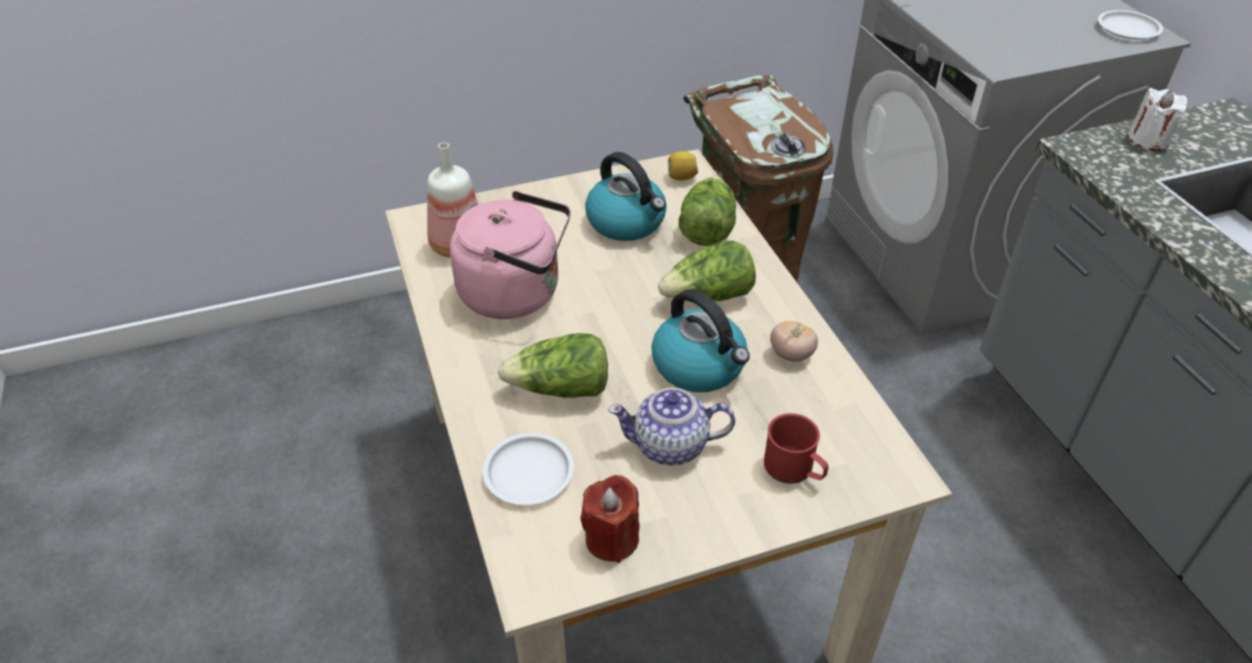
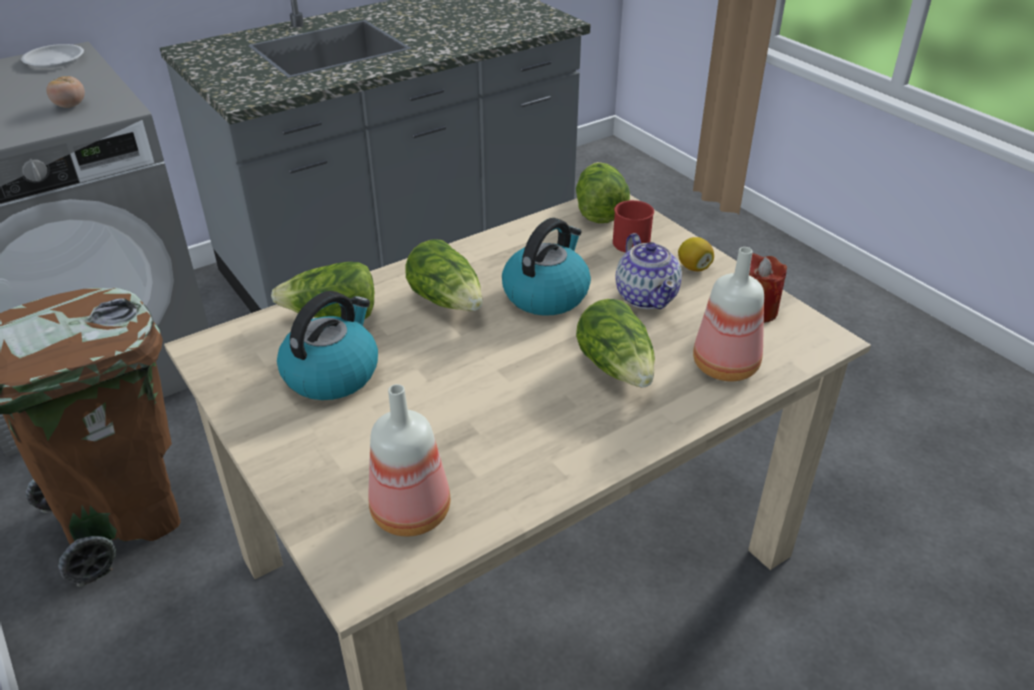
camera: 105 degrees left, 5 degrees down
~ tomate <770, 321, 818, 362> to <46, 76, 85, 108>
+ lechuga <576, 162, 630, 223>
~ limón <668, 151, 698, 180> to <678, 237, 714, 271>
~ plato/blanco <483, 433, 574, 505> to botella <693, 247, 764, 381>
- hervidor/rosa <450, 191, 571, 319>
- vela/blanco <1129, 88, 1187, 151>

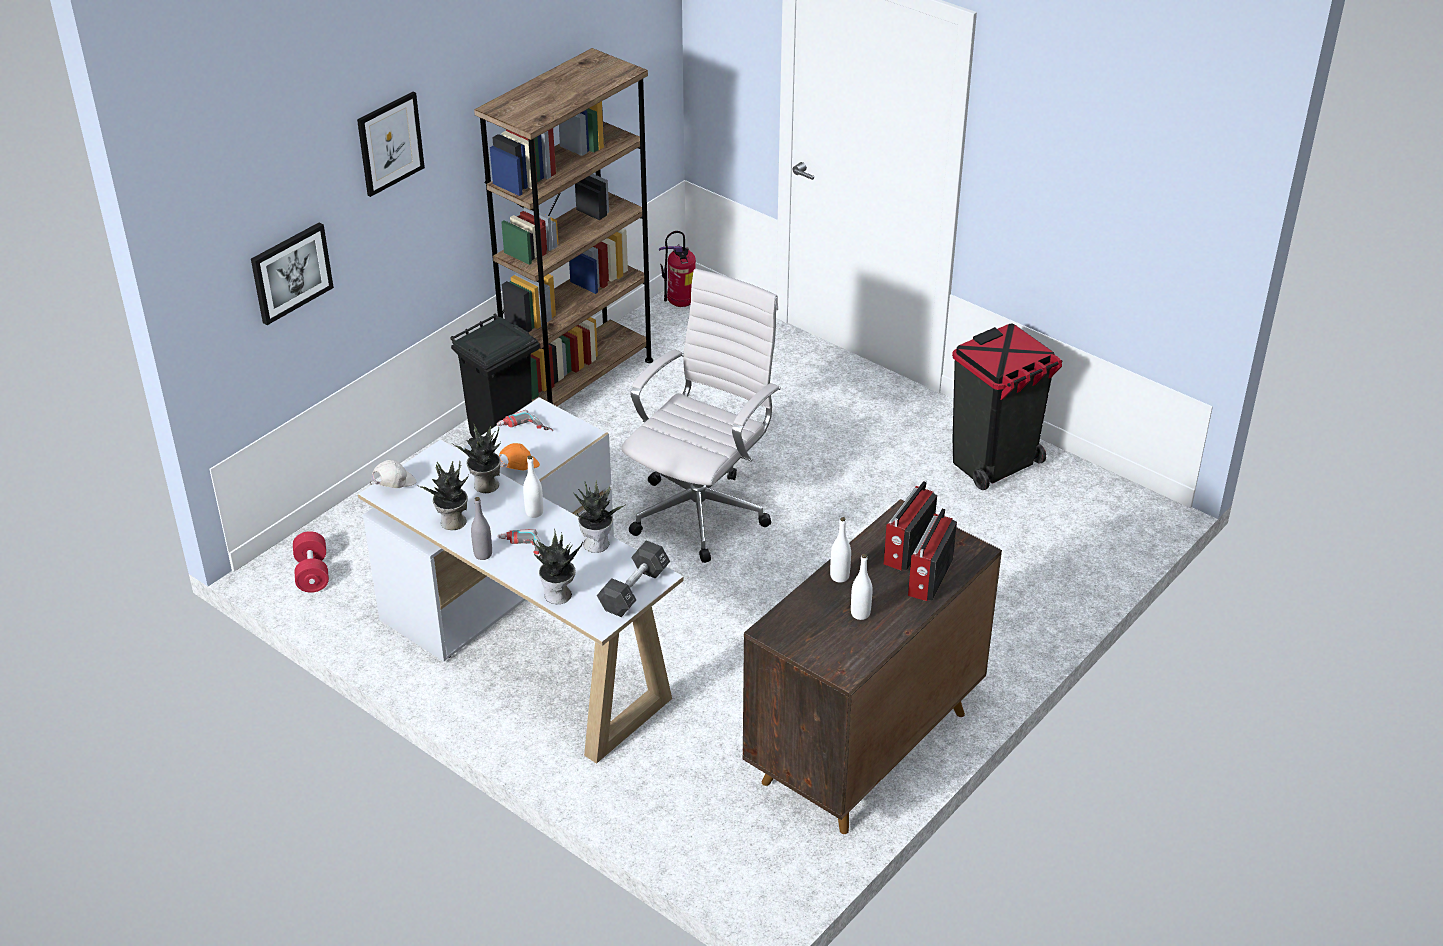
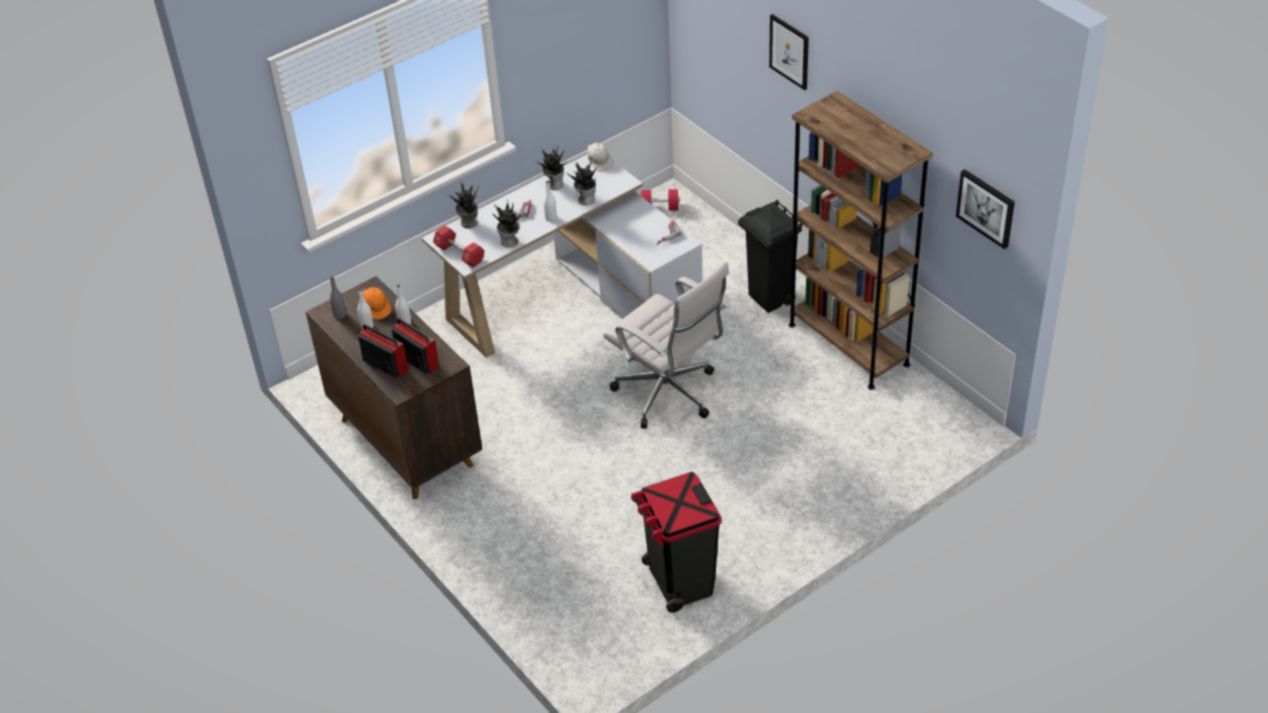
camera: 105 degrees right, 5 degrees up
~ botella/gris <471, 497, 492, 560> to <330, 276, 346, 319>
~ gorra/naranja <499, 443, 540, 470> to <362, 286, 392, 320>
~ mancuerna/negro <597, 540, 670, 617> to mancuerna/rojo <433, 225, 485, 268>
~ cuadro <251, 222, 334, 325> to <956, 169, 1015, 249>
- extintor <659, 231, 696, 307>

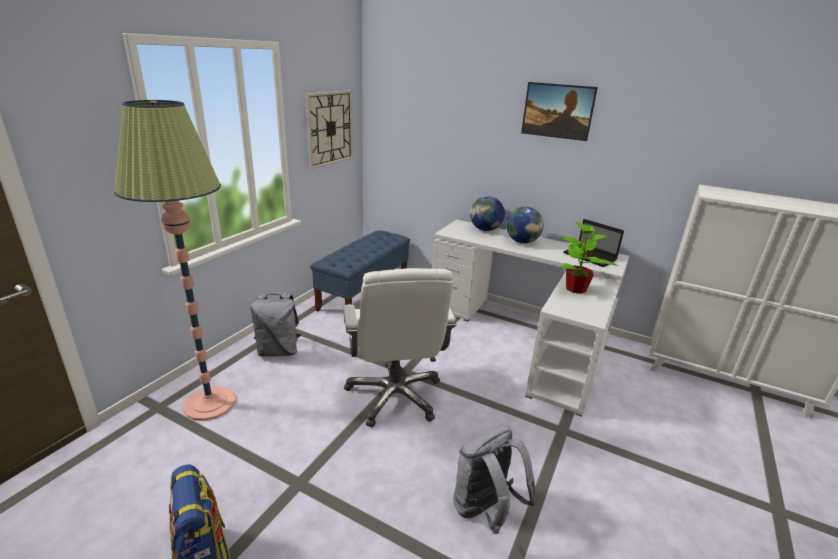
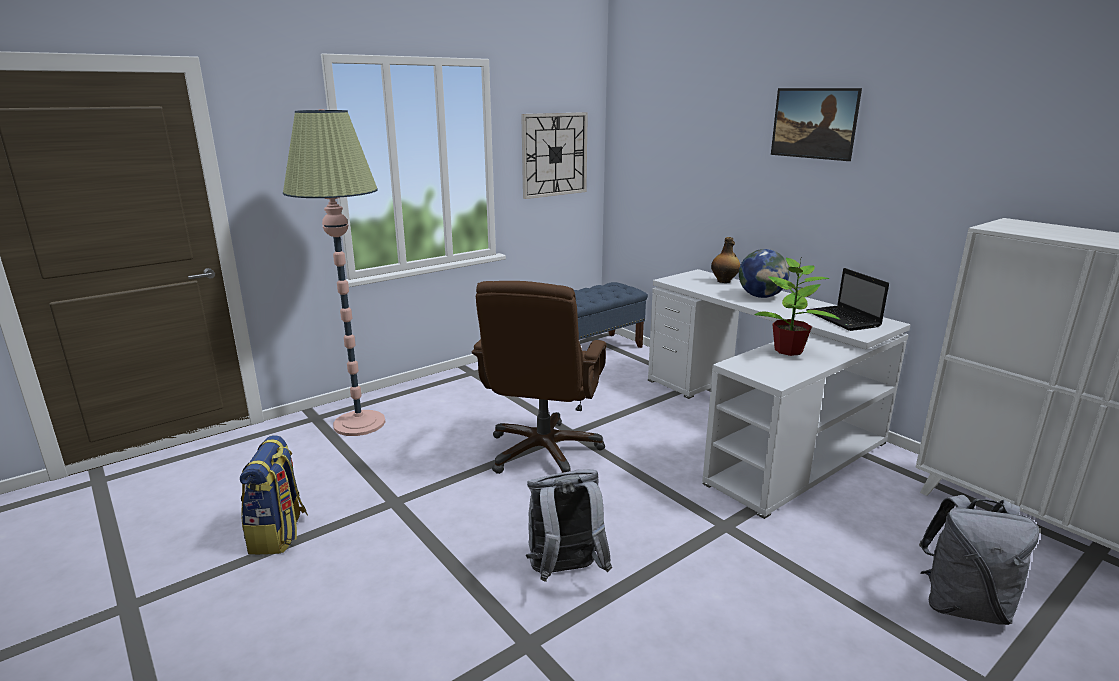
camera: 25 degrees right, 5 degrees down
~ silla de oficina/blanco <343, 268, 457, 427> to silla de oficina/marrón <472, 281, 607, 474>
~ globo terráqueo <470, 196, 505, 231> to botella <711, 237, 740, 283>
~ mochila/gris <250, 293, 301, 357> to <919, 495, 1039, 625>

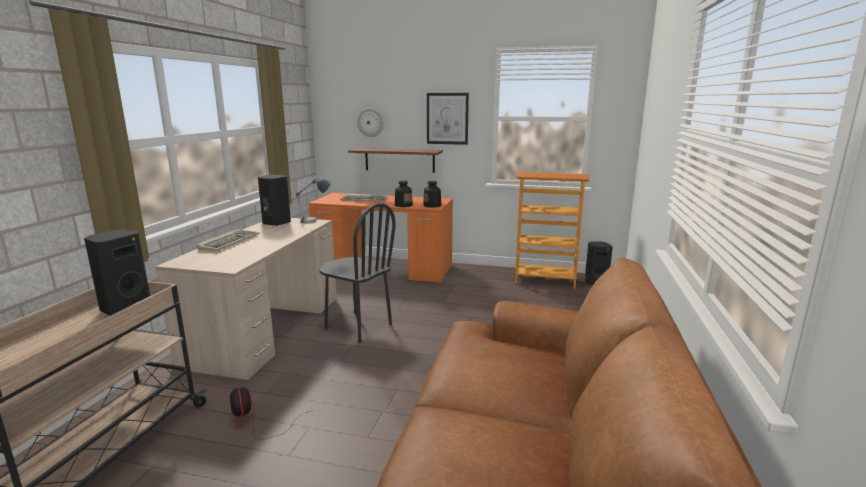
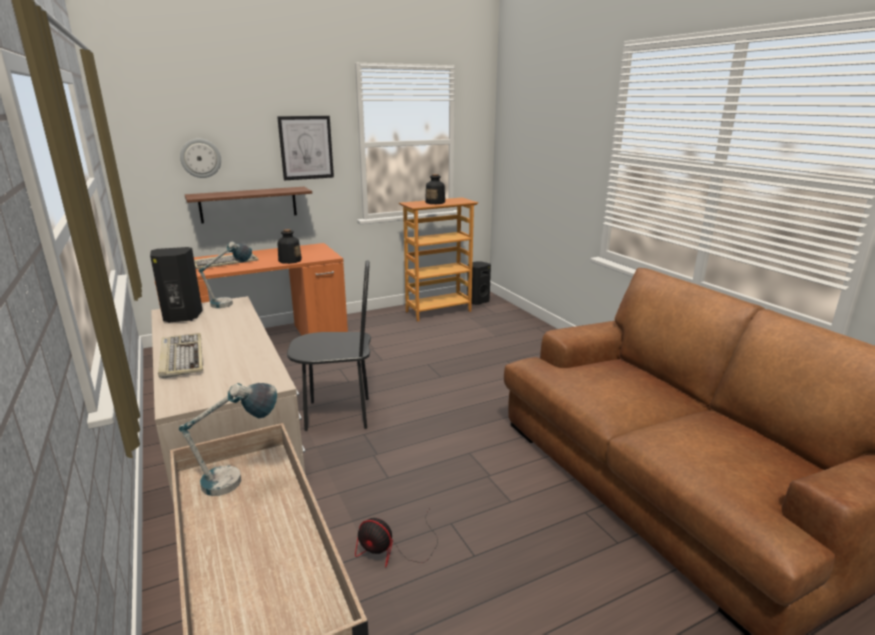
camera: 40 degrees left, 5 degrees up
~ altavoz/negro <84, 230, 150, 316> to lámpara de mesa <179, 383, 277, 496>
~ botella <423, 180, 441, 208> to <425, 174, 445, 204>

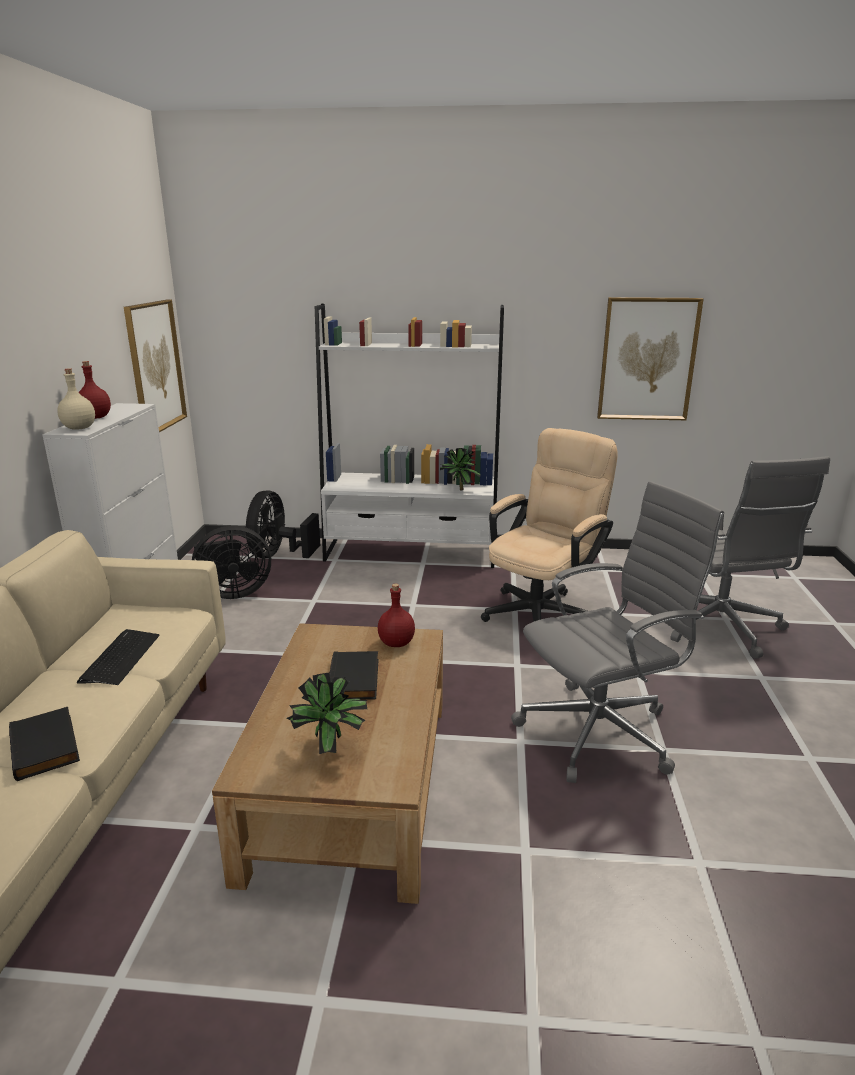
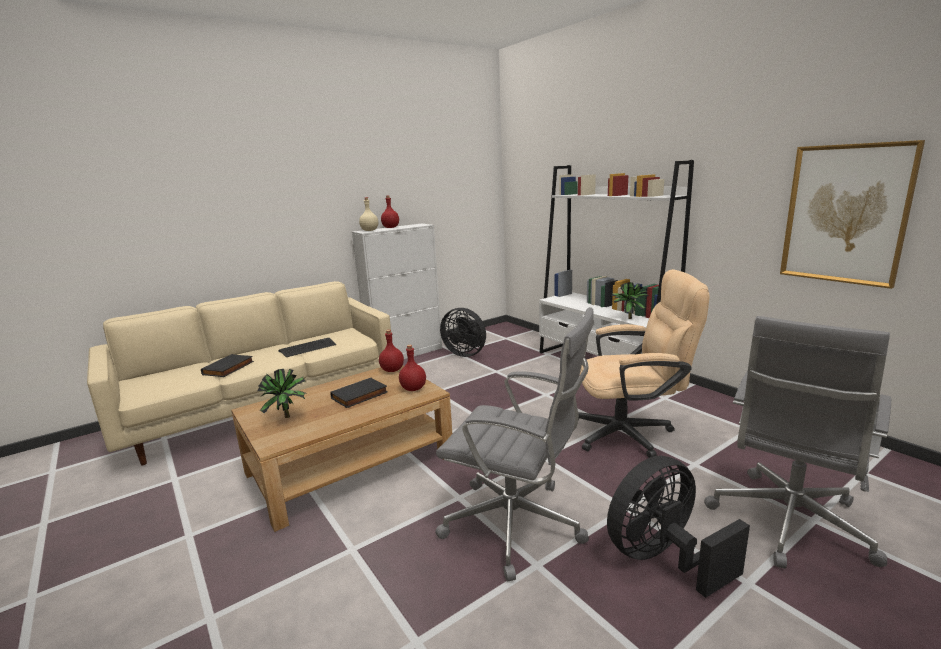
camera: 50 degrees right, 5 degrees down
+ botella/rojo <379, 330, 404, 372>
~ ventilador/negro <246, 490, 320, 558> to <607, 455, 750, 598>
- cuadro <124, 300, 187, 432>

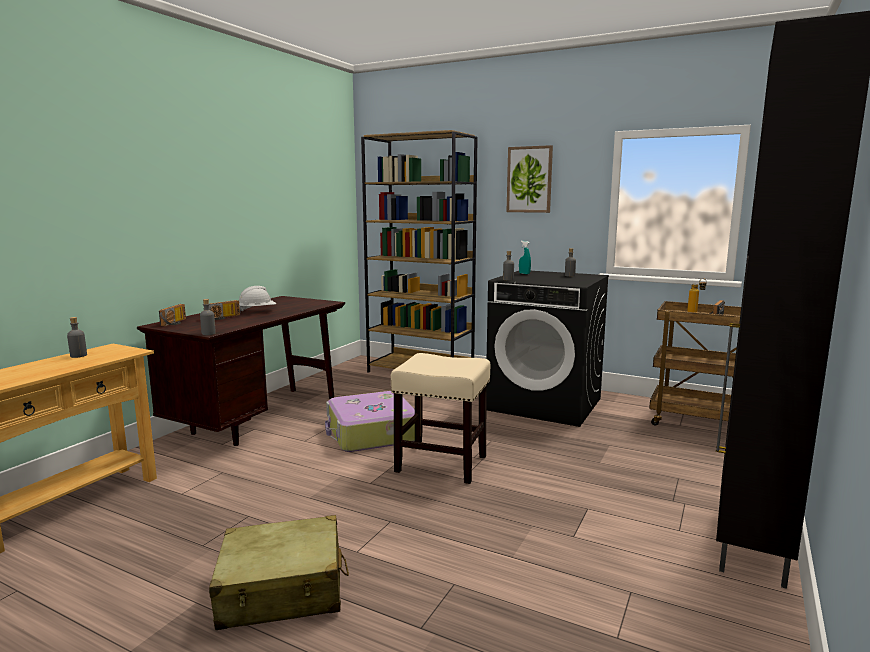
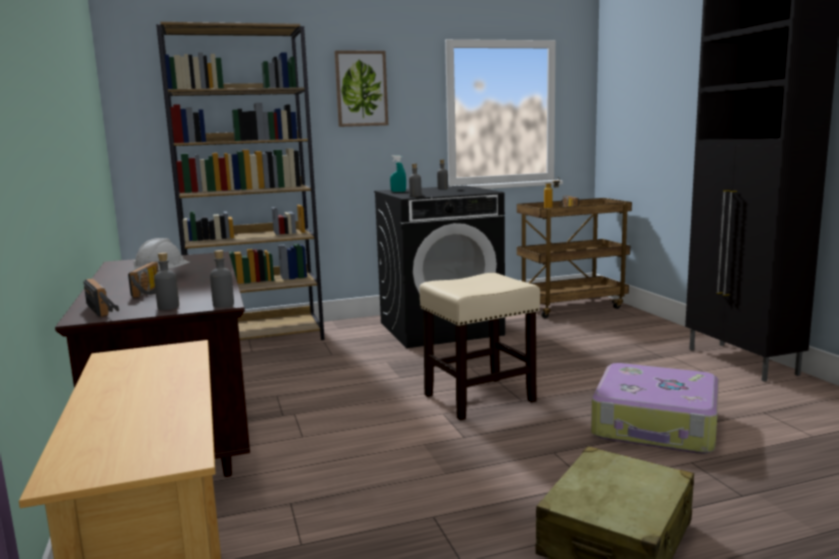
camera: 45 degrees left, 0 degrees up
~ botella/gris <67, 317, 87, 358> to <154, 252, 179, 310>
~ maleta <325, 391, 415, 452> to <591, 363, 719, 454>

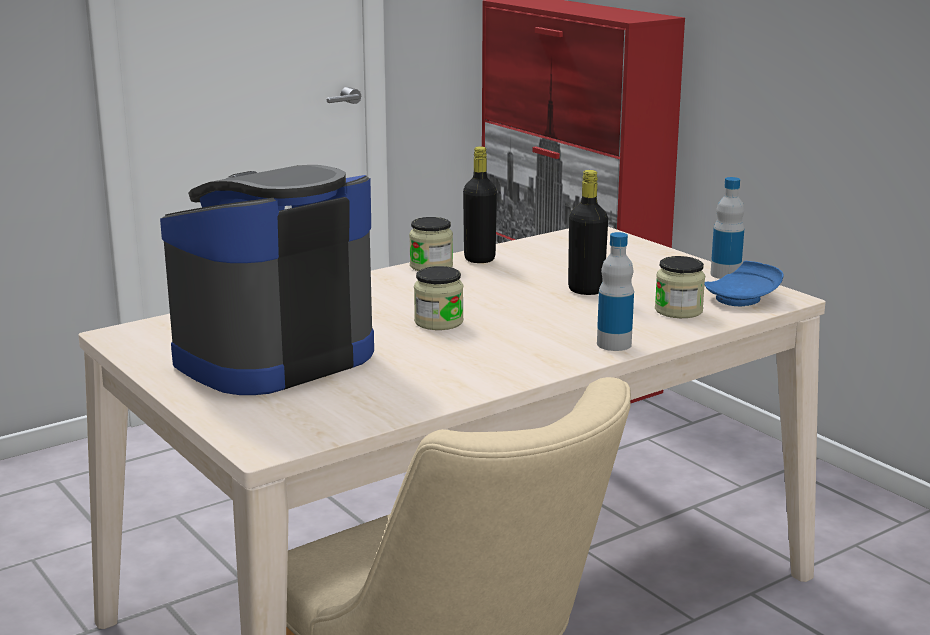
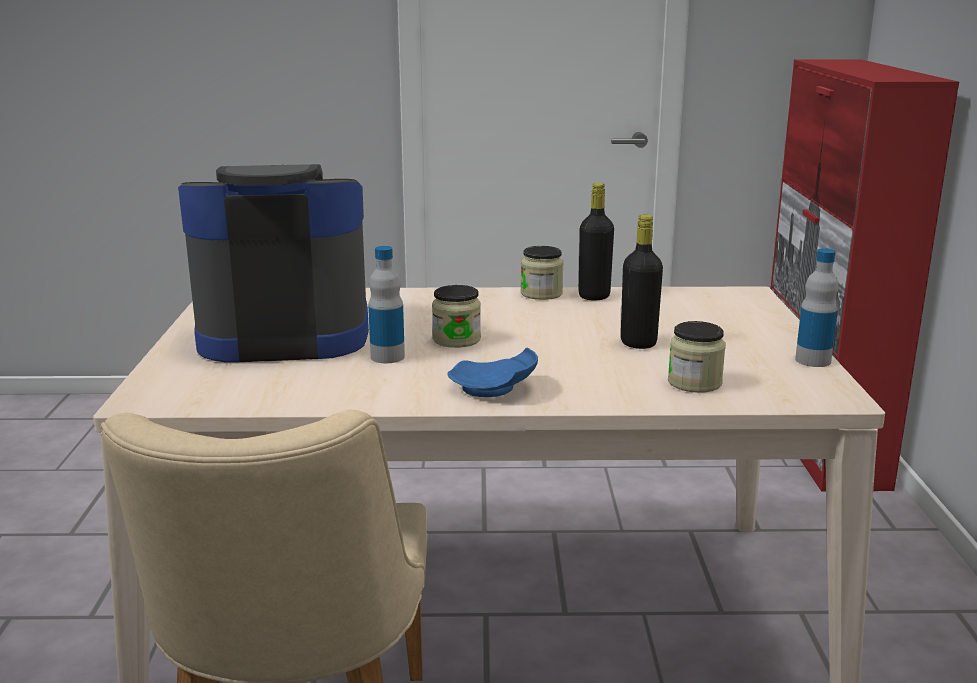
camera: 35 degrees right, 0 degrees up
~ botella <597, 232, 634, 351> to <368, 246, 405, 363>
~ plato/azul <705, 261, 784, 306> to <447, 347, 538, 397>

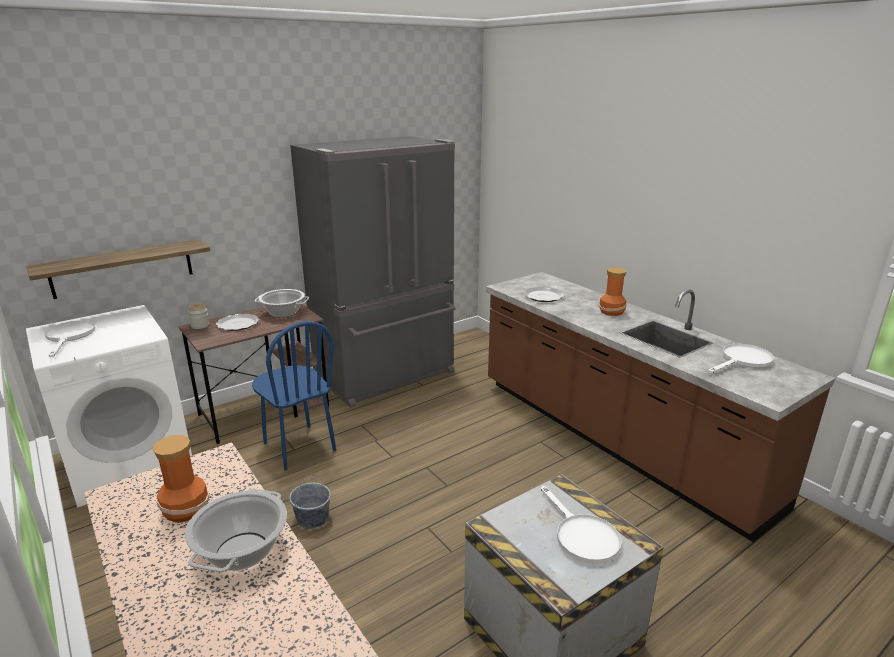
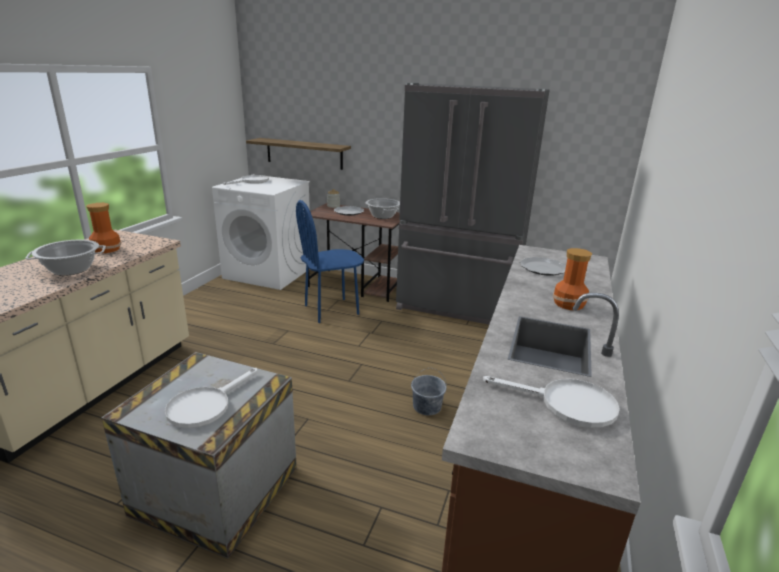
camera: 55 degrees right, 0 degrees up
~ silla/azul <252, 321, 336, 471> = <296, 200, 364, 323> 45 degrees clockwise
~ cubo/gris <289, 475, 331, 529> to <411, 368, 447, 415>

